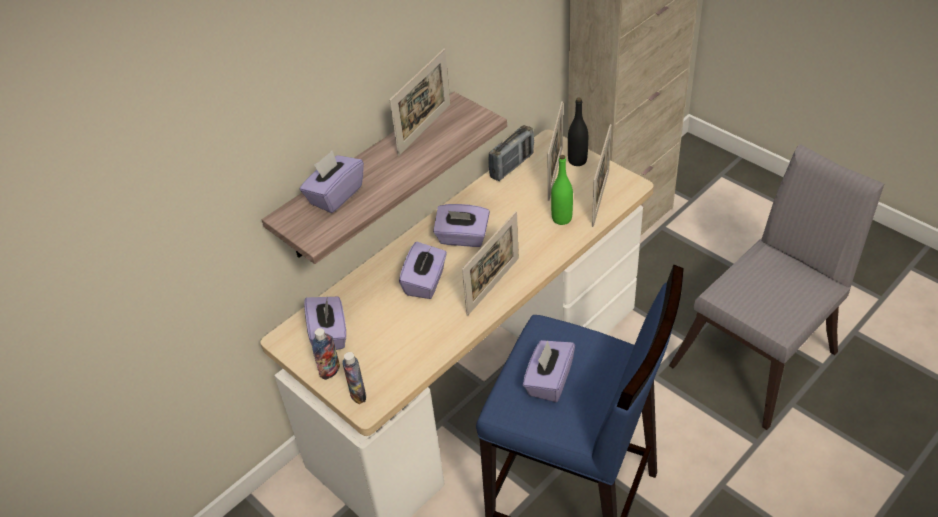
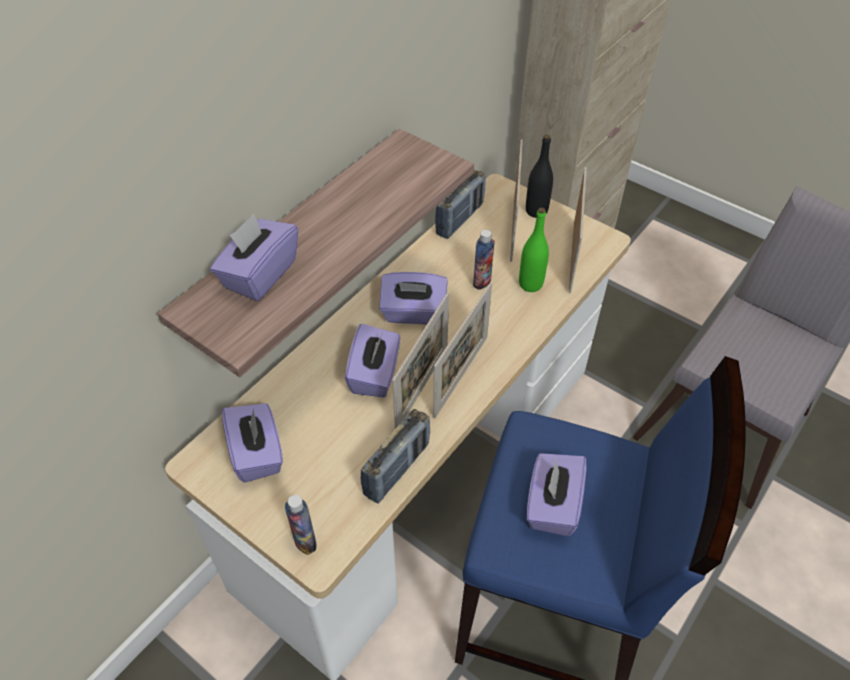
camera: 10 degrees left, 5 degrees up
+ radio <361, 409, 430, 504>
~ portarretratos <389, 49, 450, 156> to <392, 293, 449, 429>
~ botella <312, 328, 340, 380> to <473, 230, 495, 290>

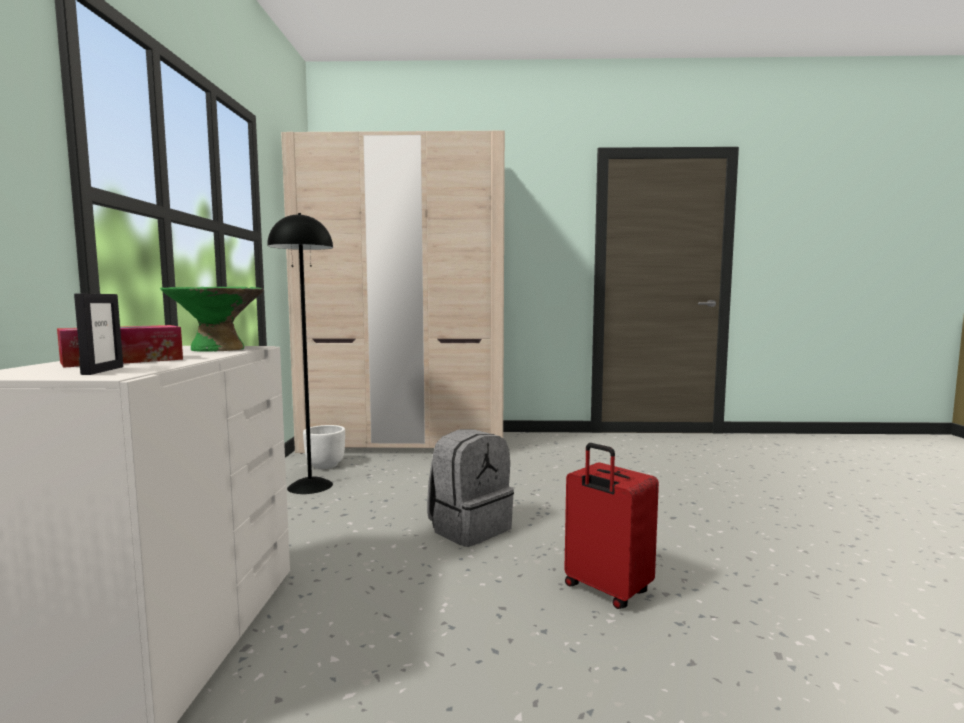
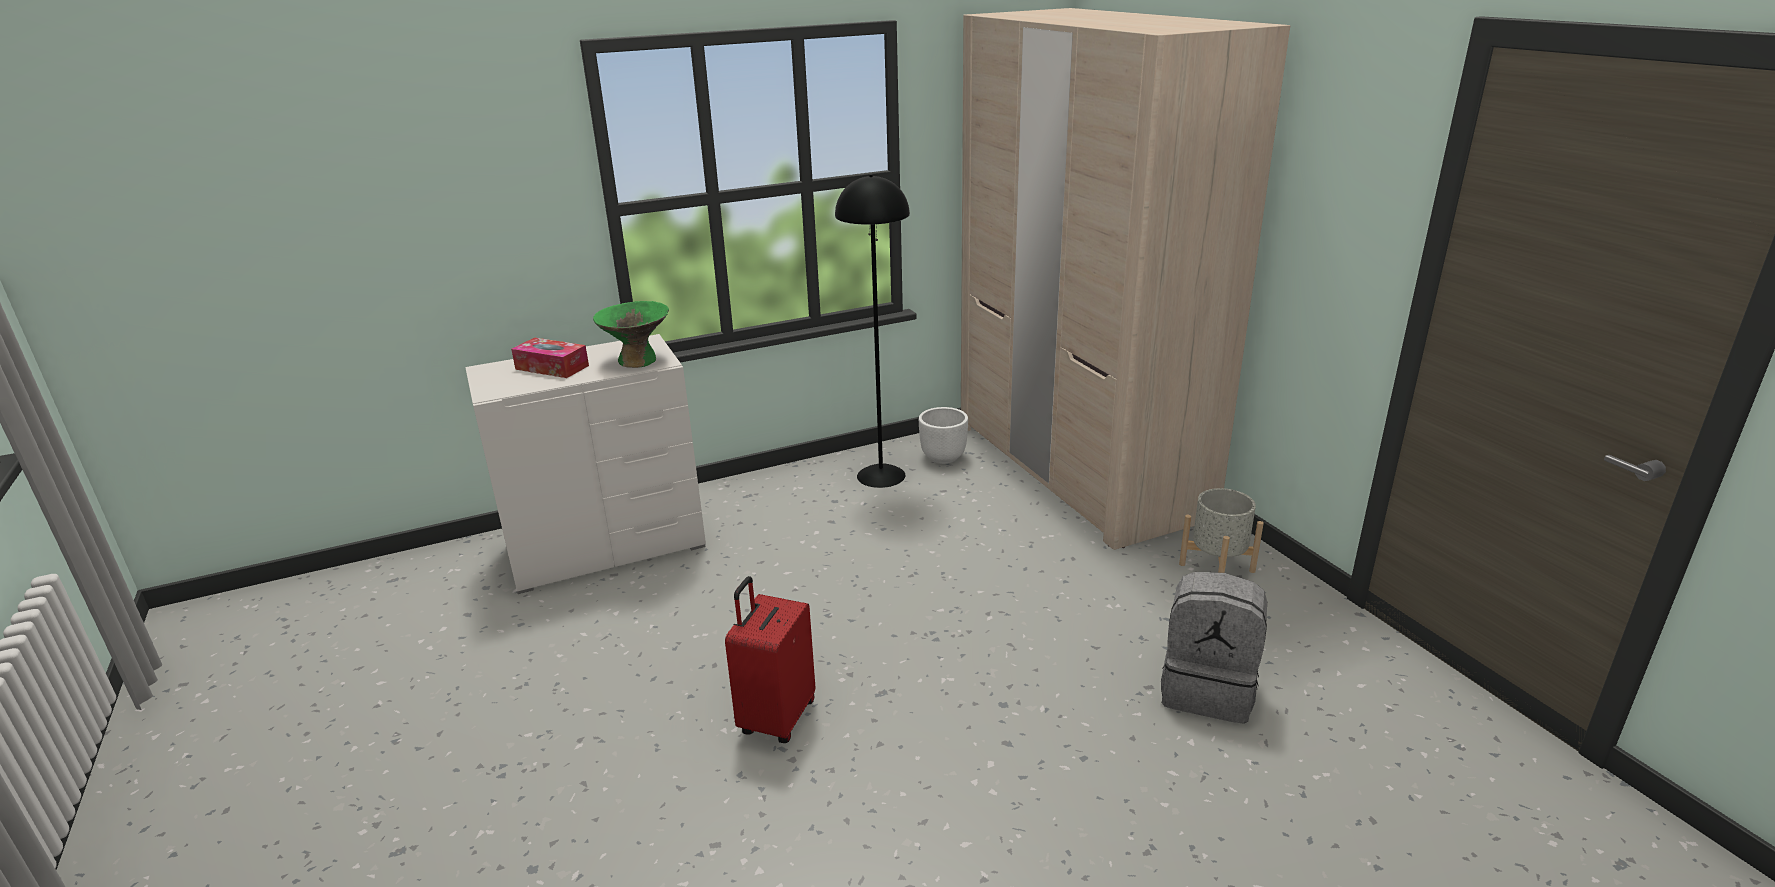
camera: 65 degrees right, 20 degrees up
~ mochila/gris <427, 429, 514, 547> to <1161, 572, 1267, 724>
+ maceta/gris <1179, 488, 1264, 573>
- portarretratos <74, 294, 123, 375>

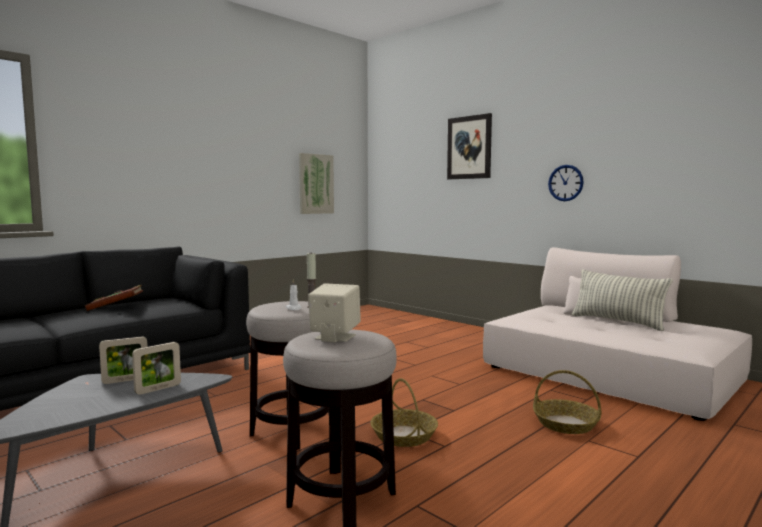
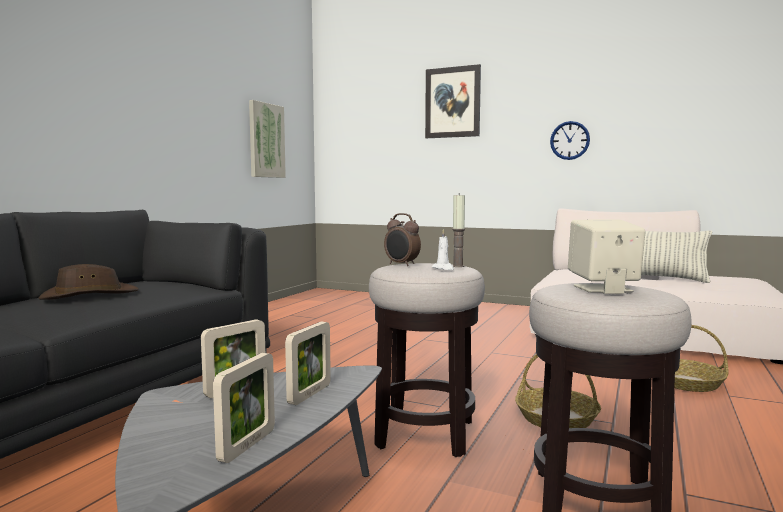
camera: 20 degrees left, 0 degrees up
~ libro/marrón <85, 285, 143, 311> to sombrero/marrón <39, 264, 139, 300>
+ portarretratos <213, 353, 275, 463>
+ despertador <384, 213, 421, 266>

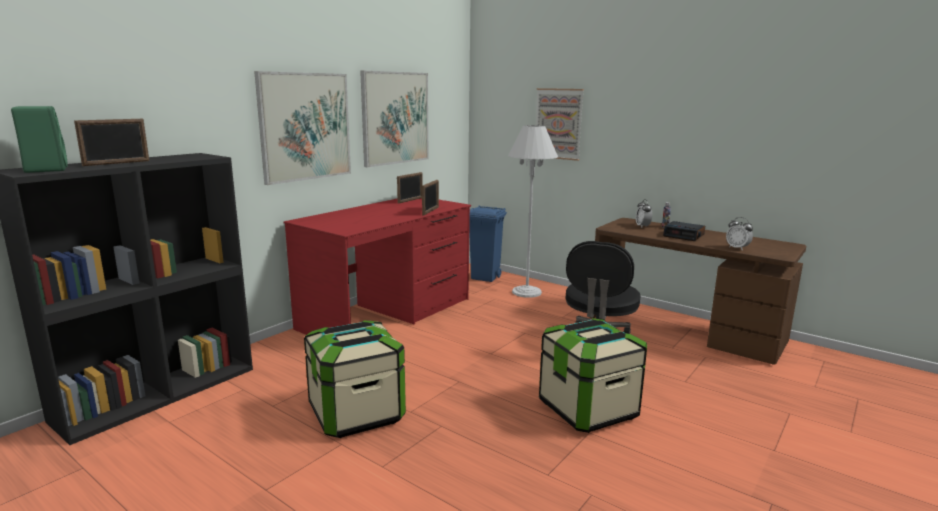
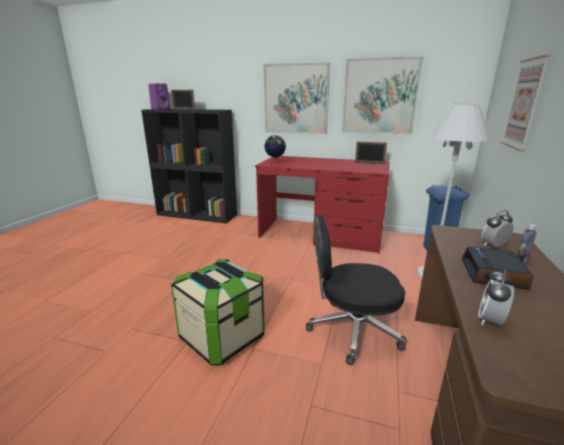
camera: 70 degrees right, 5 degrees up
~ altavoz/verde <11, 106, 68, 173> to altavoz/morado <148, 83, 170, 110>
+ globo terráqueo <264, 135, 286, 164>
- caja de almacenaje <304, 320, 406, 438>
- portarretratos <422, 180, 439, 215>

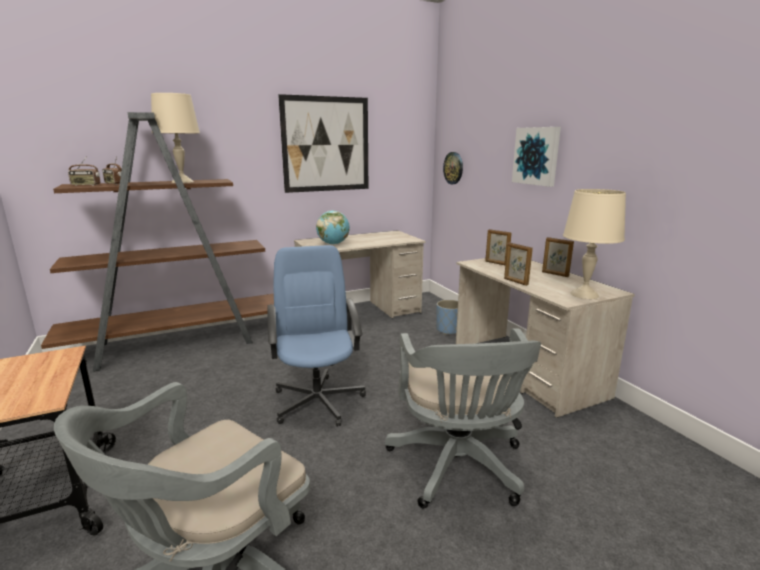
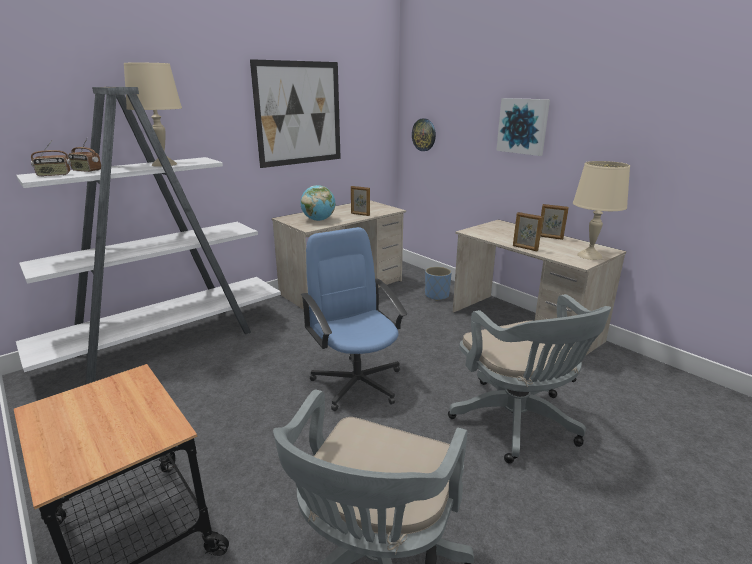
camera: 15 degrees left, 5 degrees up
~ estantería/marrón <41, 112, 274, 372> to estantería/blanco <16, 87, 281, 384>
~ portarretratos <485, 229, 512, 265> to <351, 186, 370, 216>

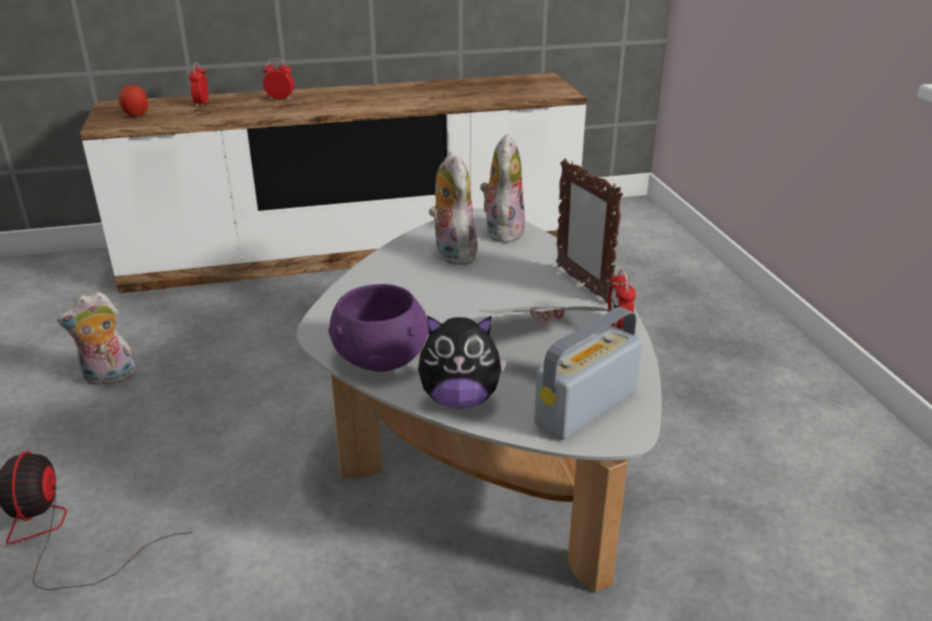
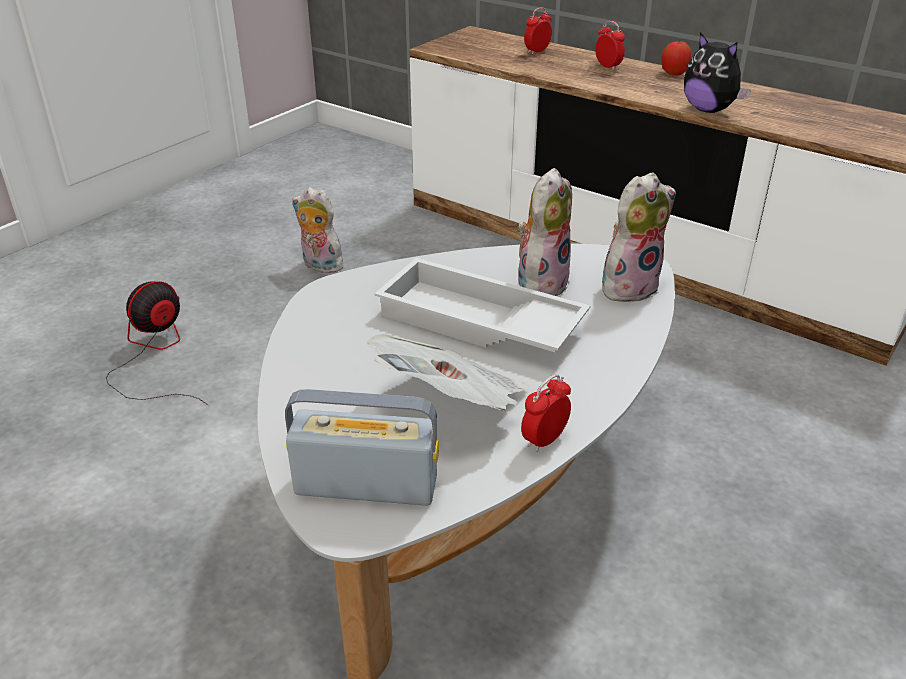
camera: 50 degrees right, 5 degrees up
+ bandeja/blanco <375, 258, 590, 352>
~ manzana <118, 84, 148, 116> to <661, 40, 692, 75>
~ peluche <418, 315, 507, 409> to <684, 32, 751, 113>
- cuenco/morado <328, 284, 429, 372>
- portarretratos <556, 159, 623, 303>

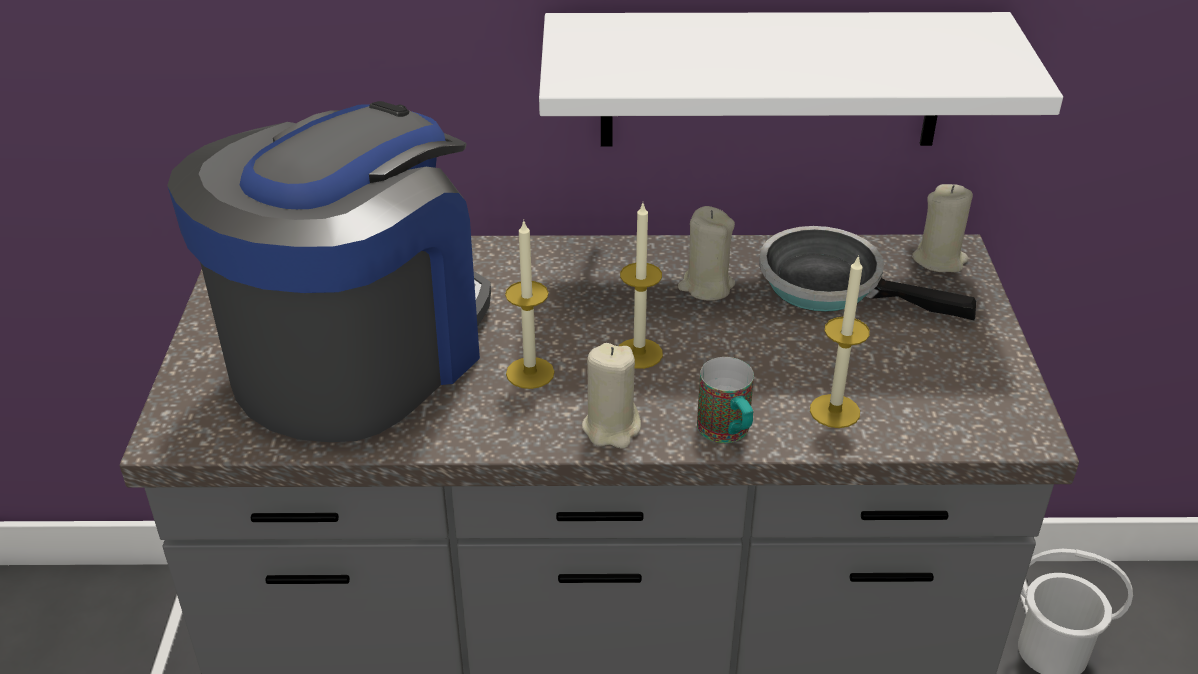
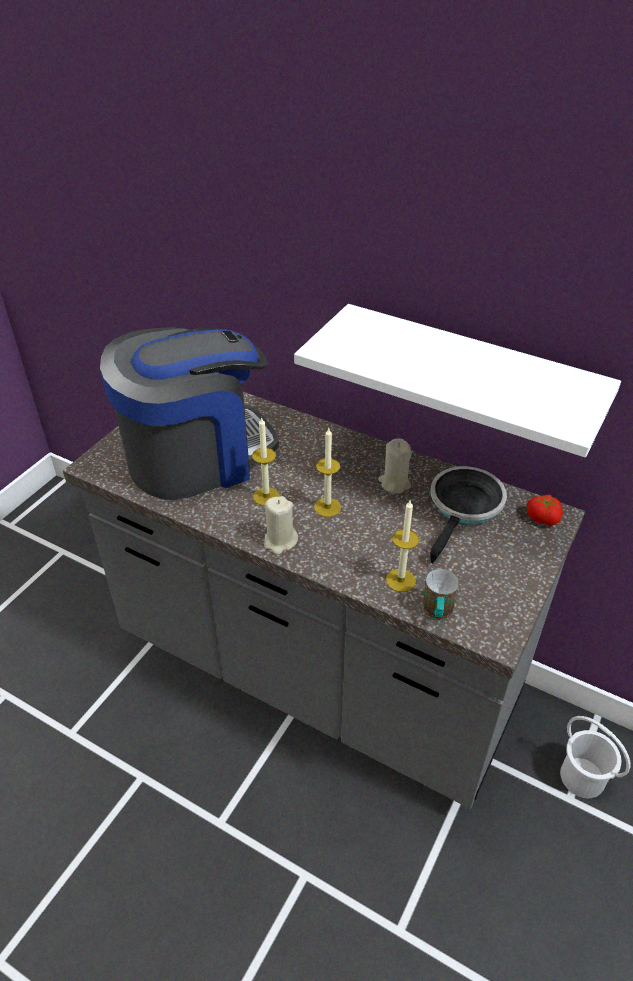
camera: 30 degrees right, 5 degrees up
~ taza grande <697, 357, 754, 443> to <422, 569, 459, 620>
~ sartén <759, 226, 976, 320> = <430, 466, 507, 563> 60 degrees clockwise
~ vela/beis <912, 184, 973, 272> to tomate <527, 495, 563, 526>

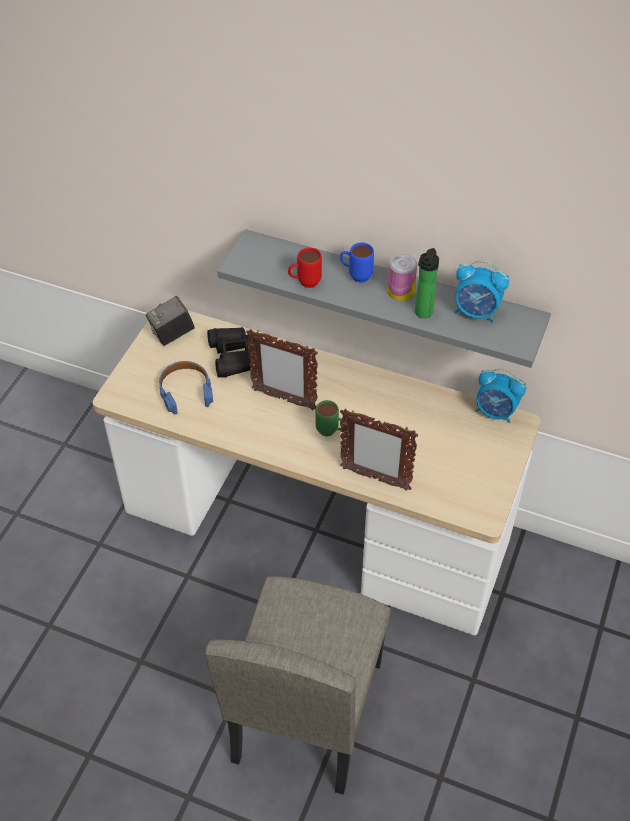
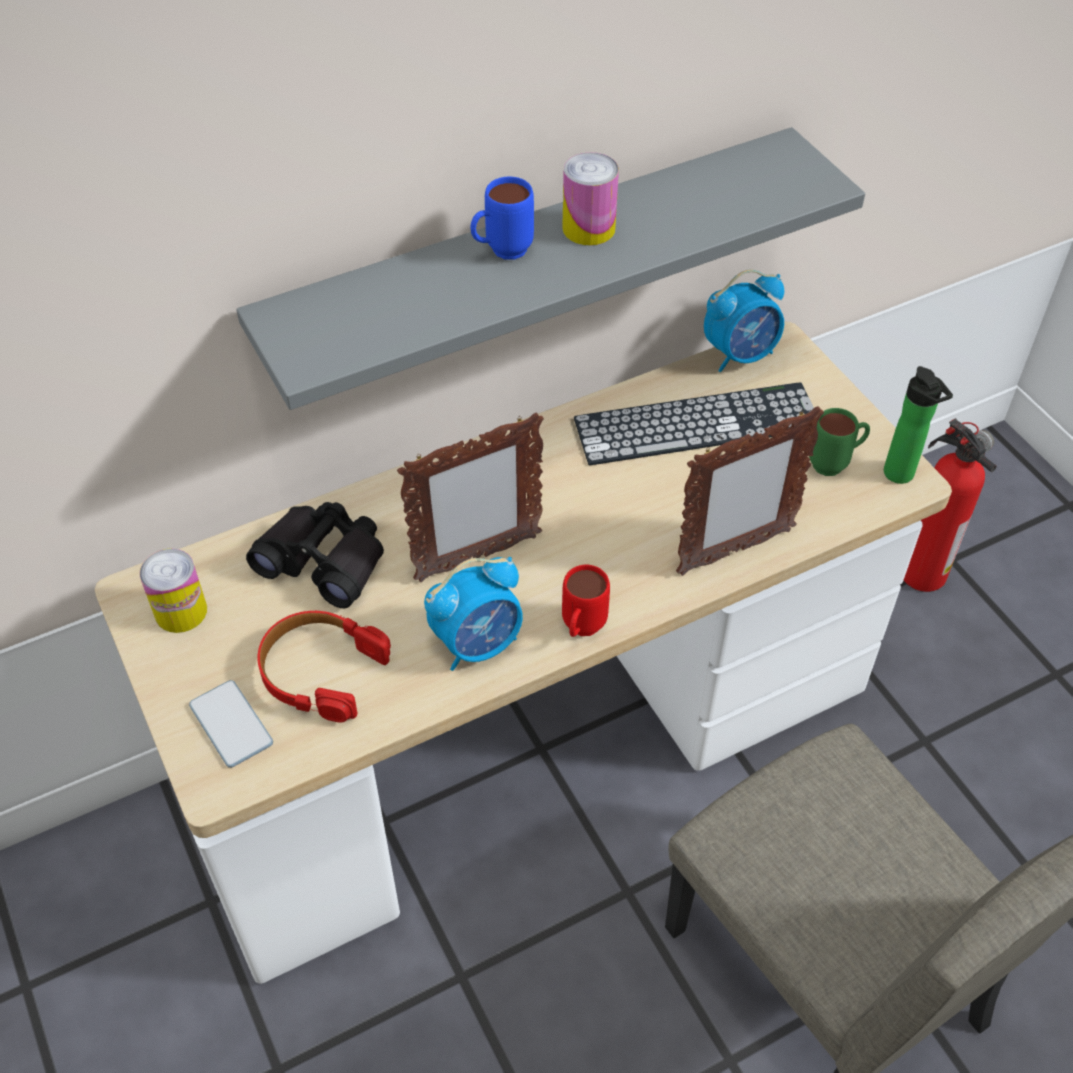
camera: 50 degrees left, 0 degrees up
~ cámara <146, 296, 195, 346> to lata <139, 549, 207, 633>
+ móvil <189, 680, 273, 768>
~ auriculares/azul <159, 361, 213, 414> to auriculares/rojo <258, 611, 391, 722>
~ despertador <454, 260, 509, 322> to <424, 557, 523, 671>
~ taza grande/rojo <288, 248, 322, 288> to <562, 565, 610, 637>
+ teclado <574, 382, 814, 465>
~ taza grande/verde <315, 400, 341, 436> to <809, 408, 870, 476>
~ botella <415, 248, 439, 318> to <884, 366, 953, 484>
+ extintor <904, 418, 997, 592>

